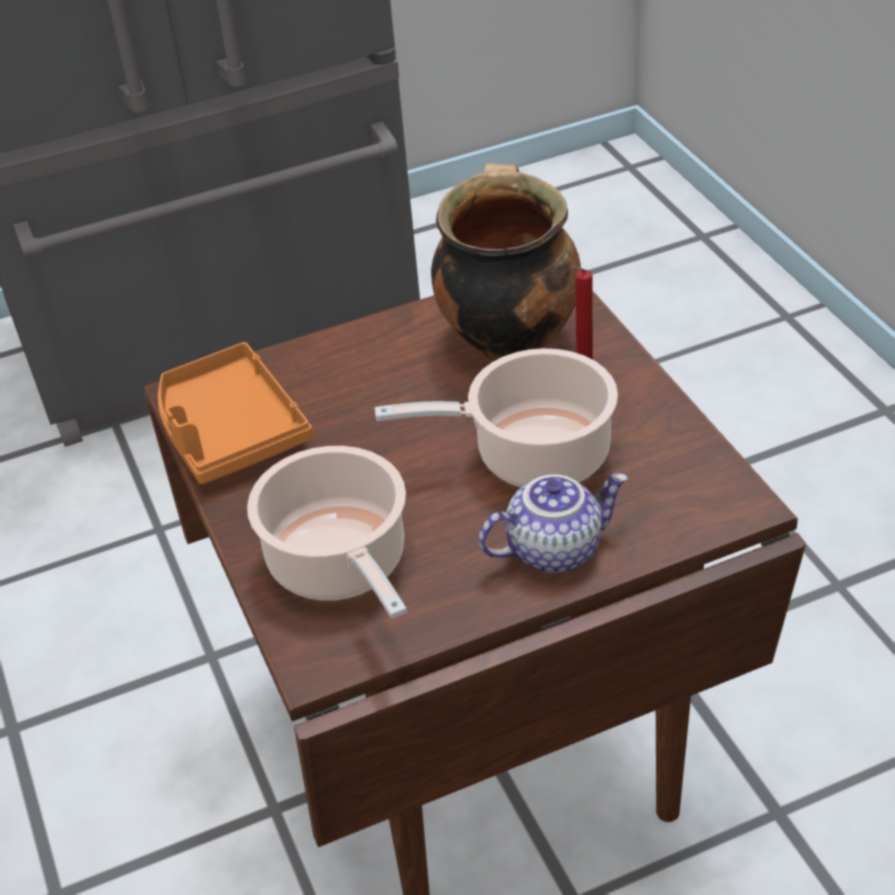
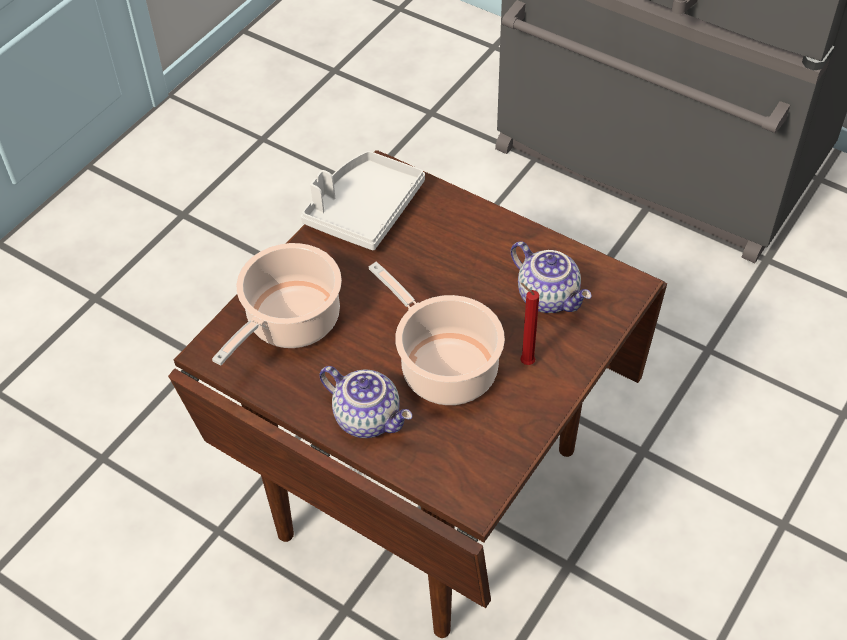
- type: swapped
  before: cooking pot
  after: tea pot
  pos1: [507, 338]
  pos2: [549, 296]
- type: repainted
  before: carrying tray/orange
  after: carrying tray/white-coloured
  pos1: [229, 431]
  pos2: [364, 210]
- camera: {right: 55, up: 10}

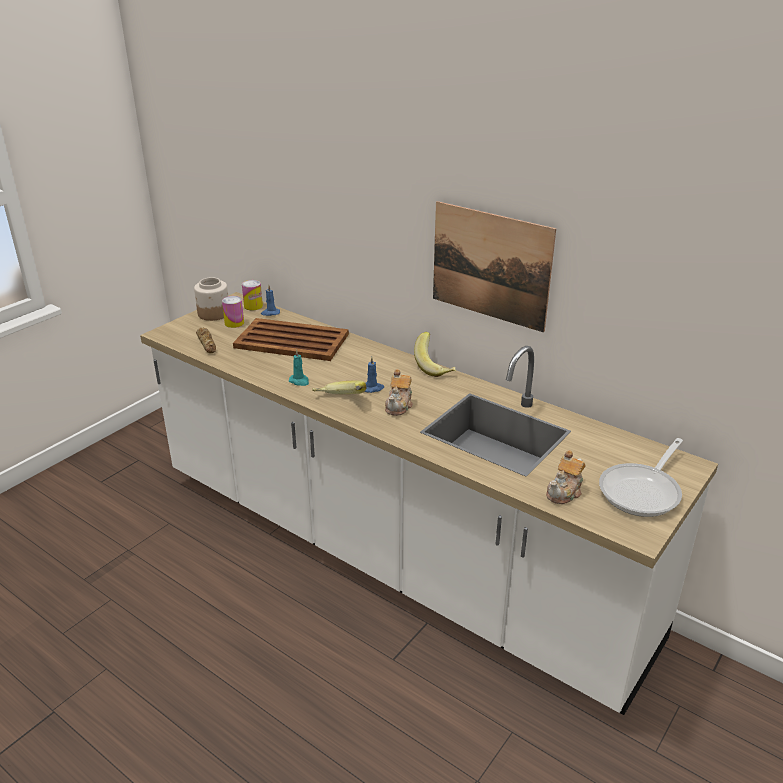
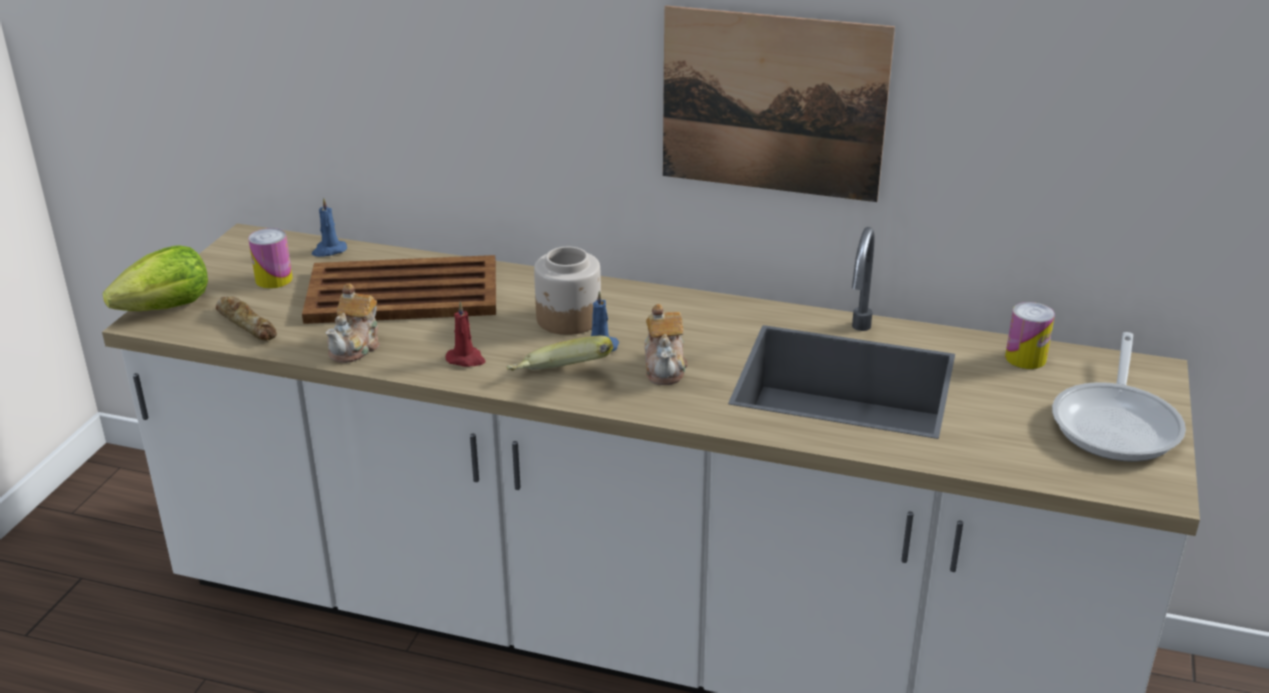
- type: shifted
  before: preserve jar
  pos1: [213, 314]
  pos2: [568, 319]
- type: shifted
  before: sealed can
  pos1: [253, 306]
  pos2: [1025, 358]
- type: gone
  before: whole banana
  pos1: [435, 367]
- type: repainted
  before: wax light/turquoise-coloured
  after: wax light/red-coloured
  pos1: [299, 381]
  pos2: [466, 359]
- type: shifted
  before: tea pot
  pos1: [565, 492]
  pos2: [356, 347]
- type: new
  after: head of lettuce
  pos2: [167, 308]
- camera: {right: -20, up: 0}

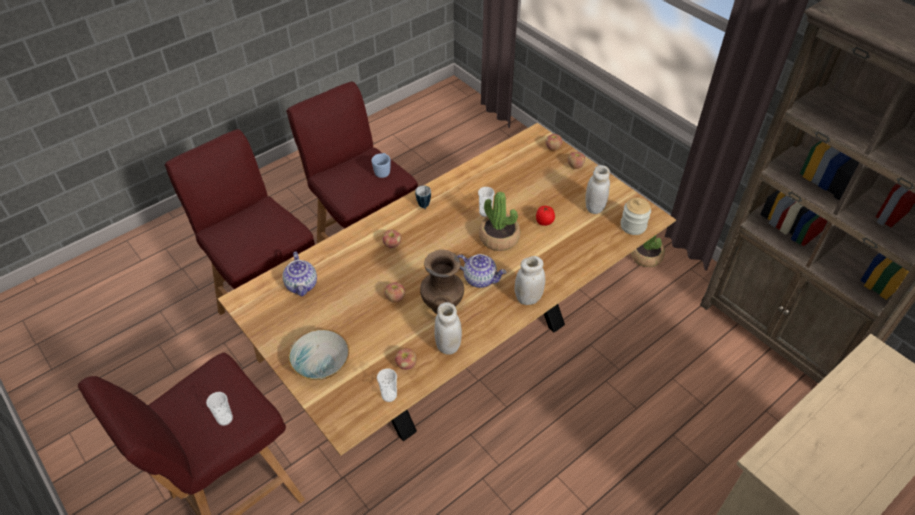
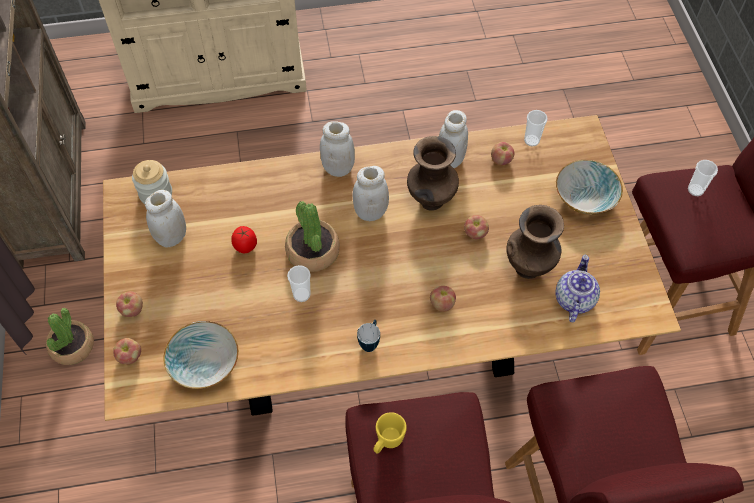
- type: repainted
  before: mug/blue-coloured
  after: mug/yellowish
  pos1: [383, 171]
  pos2: [387, 441]
- type: swapped
  before: tea pot
  after: preserve jar/white-coloured
  pos1: [480, 279]
  pos2: [370, 212]
- type: new
  after: decorative vase/brownish
  pos2: [529, 267]
- type: new
  after: serving bowl
  pos2: [205, 363]
- camera: {right: -150, up: 10}

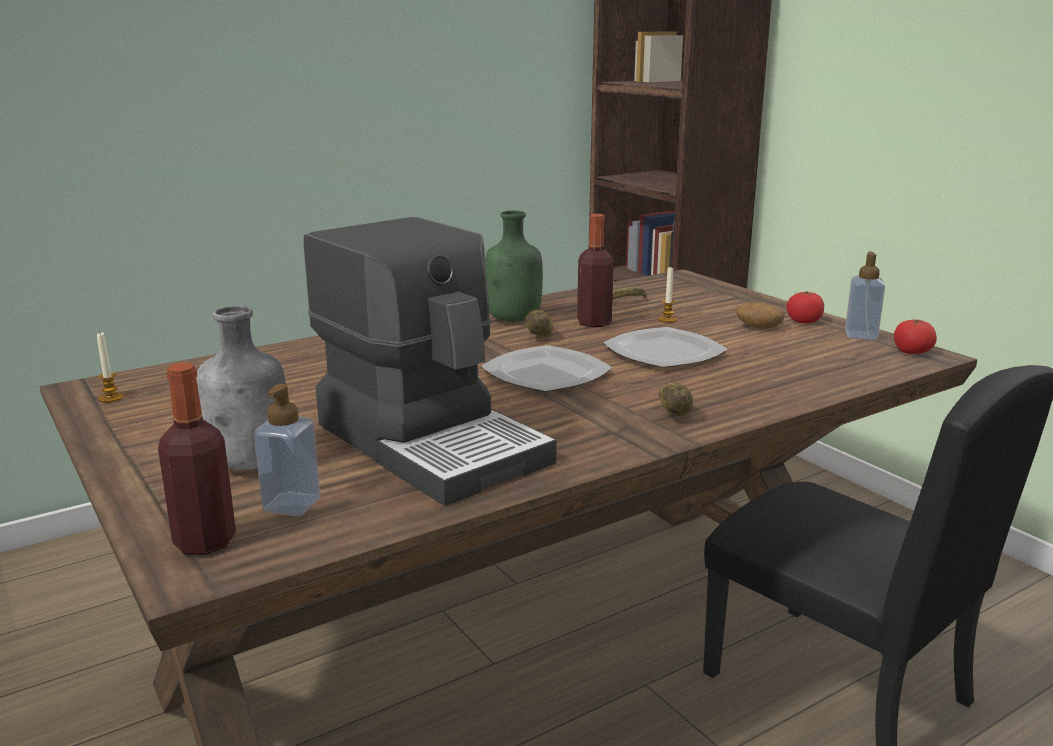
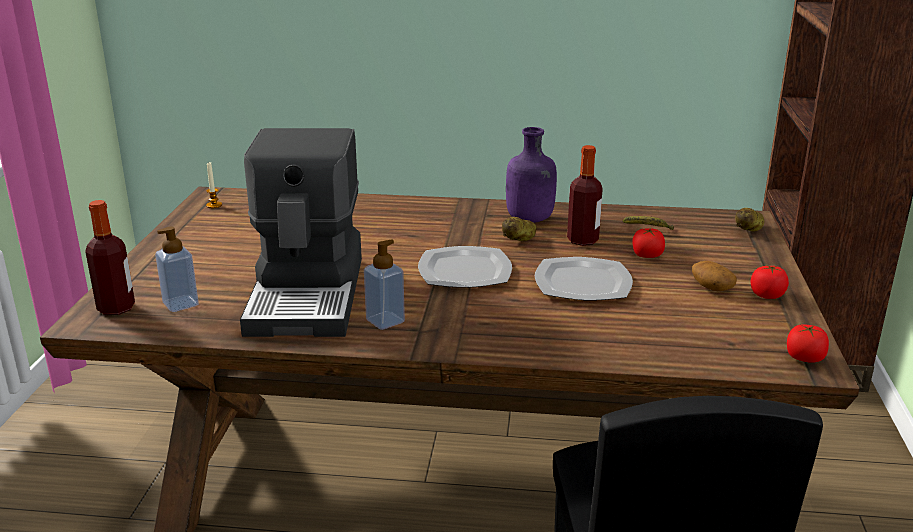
- type: repainted
  before: bottle/greenish
  after: bottle/purplish
  pos1: [514, 319]
  pos2: [530, 220]
- type: shifted
  before: soap bottle
  pos1: [861, 335]
  pos2: [385, 321]
- type: swapped
  before: wax light
  after: tomato
  pos1: [667, 320]
  pos2: [647, 255]
- type: gone
  before: bottle/greyish
  pos1: [251, 463]
- type: shifted
  before: potato
  pos1: [675, 414]
  pos2: [749, 230]
- camera: {right: 40, up: 5}

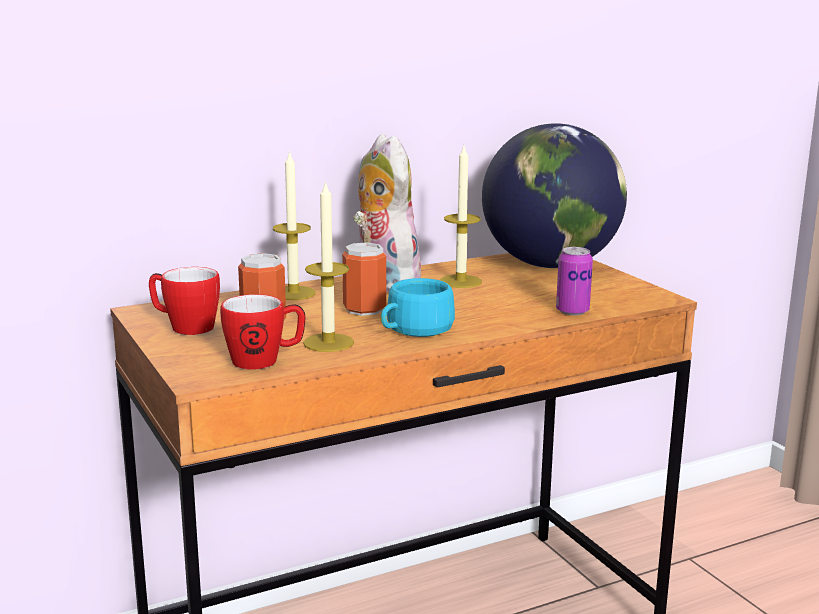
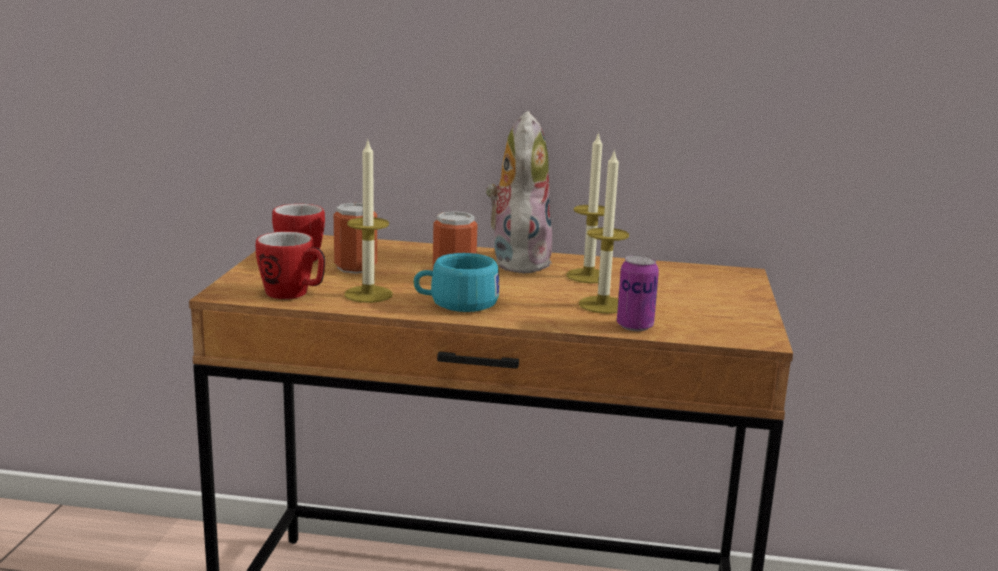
- type: gone
  before: globe
  pos1: [551, 265]
- type: shifted
  before: wax light
  pos1: [293, 293]
  pos2: [602, 305]
- camera: {right: 35, up: 0}

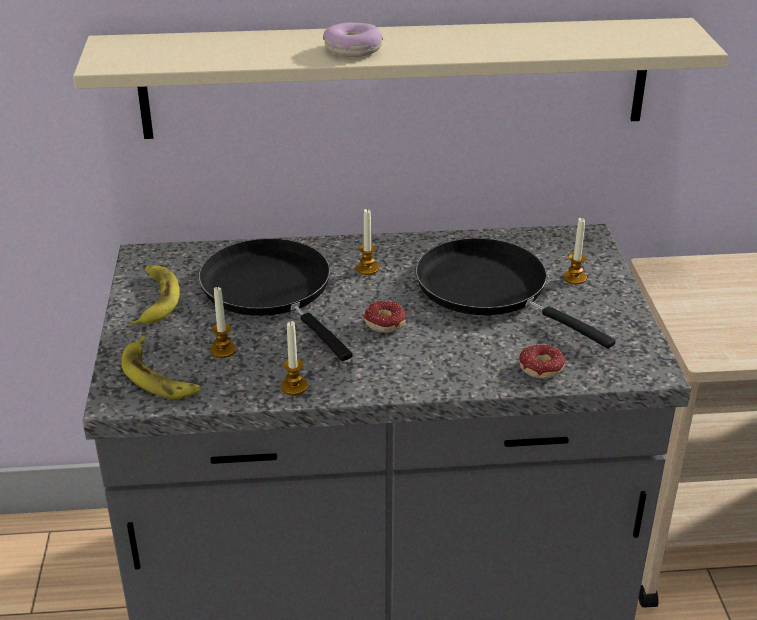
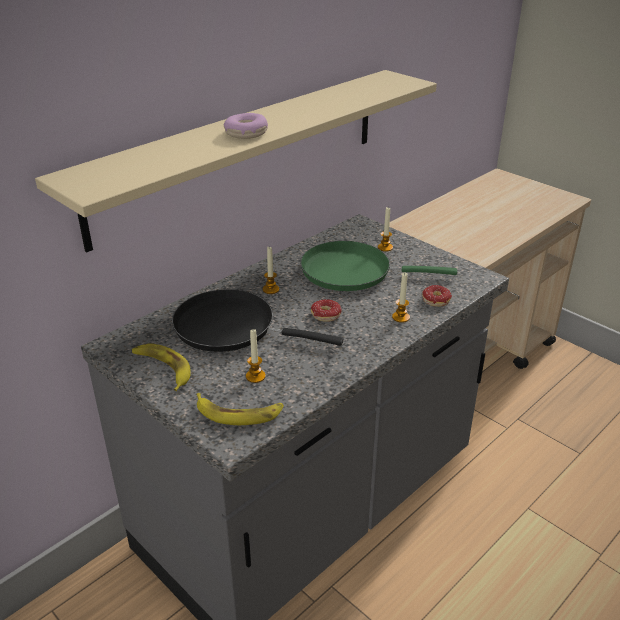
- type: repainted
  before: frying pan/black-coloured
  after: frying pan/greenish
  pos1: [489, 289]
  pos2: [352, 272]
- type: shifted
  before: wax light
  pos1: [294, 387]
  pos2: [401, 317]
- camera: {right: -40, up: 0}

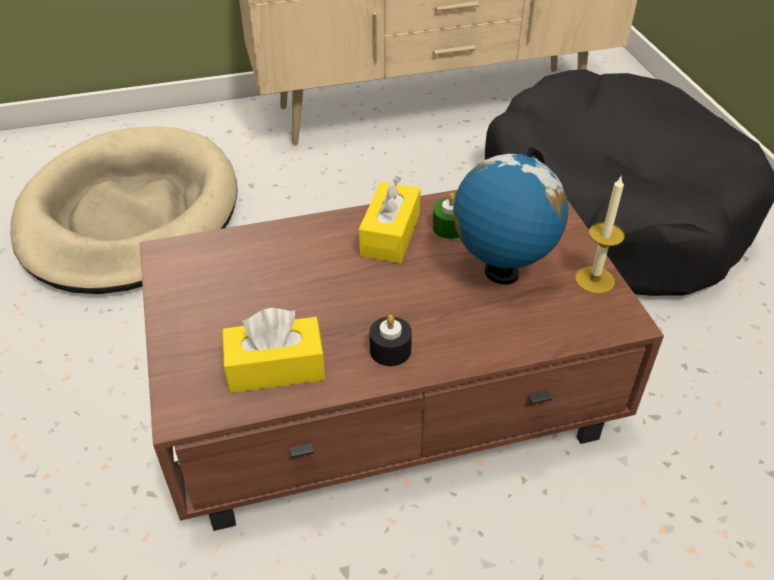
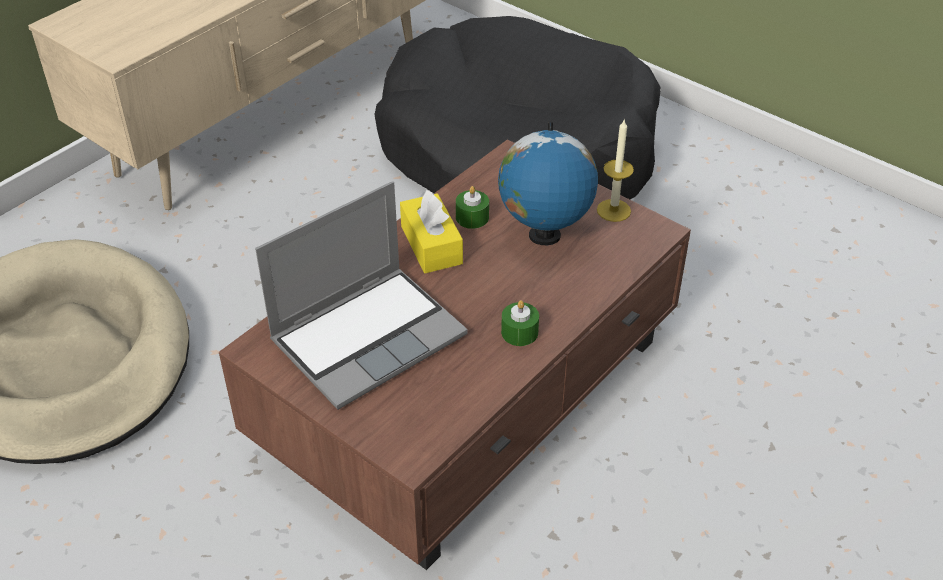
- type: gone
  before: tissue box/yellowish
  pos1: [275, 368]
- type: repainted
  before: wax light/black-coloured
  after: wax light/greenish
  pos1: [390, 350]
  pos2: [519, 332]
- type: new
  after: laptop
  pos2: [369, 336]
- camera: {right: -35, up: 0}

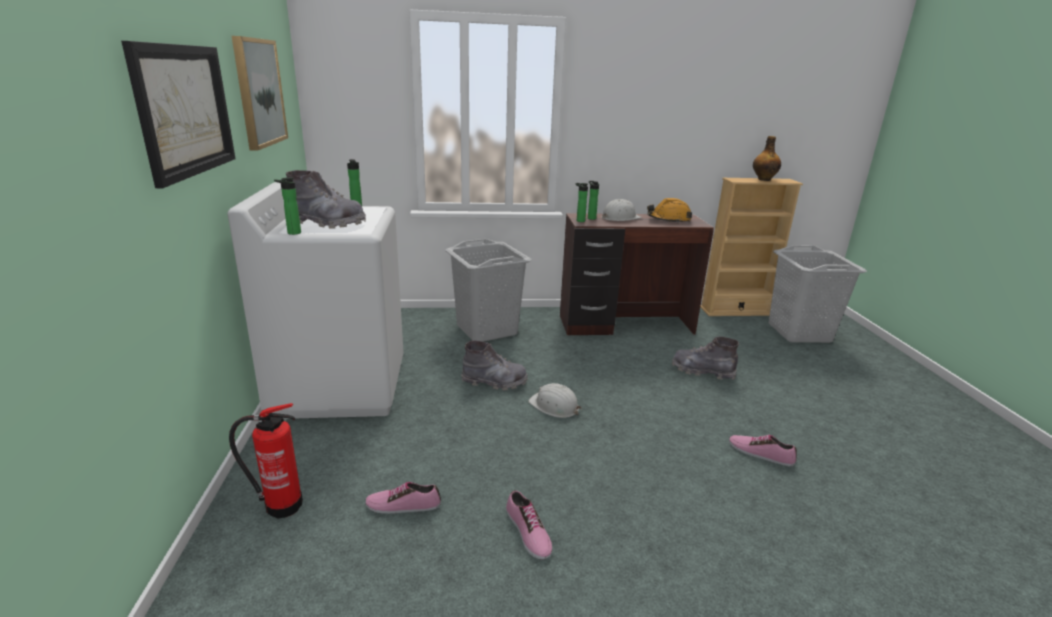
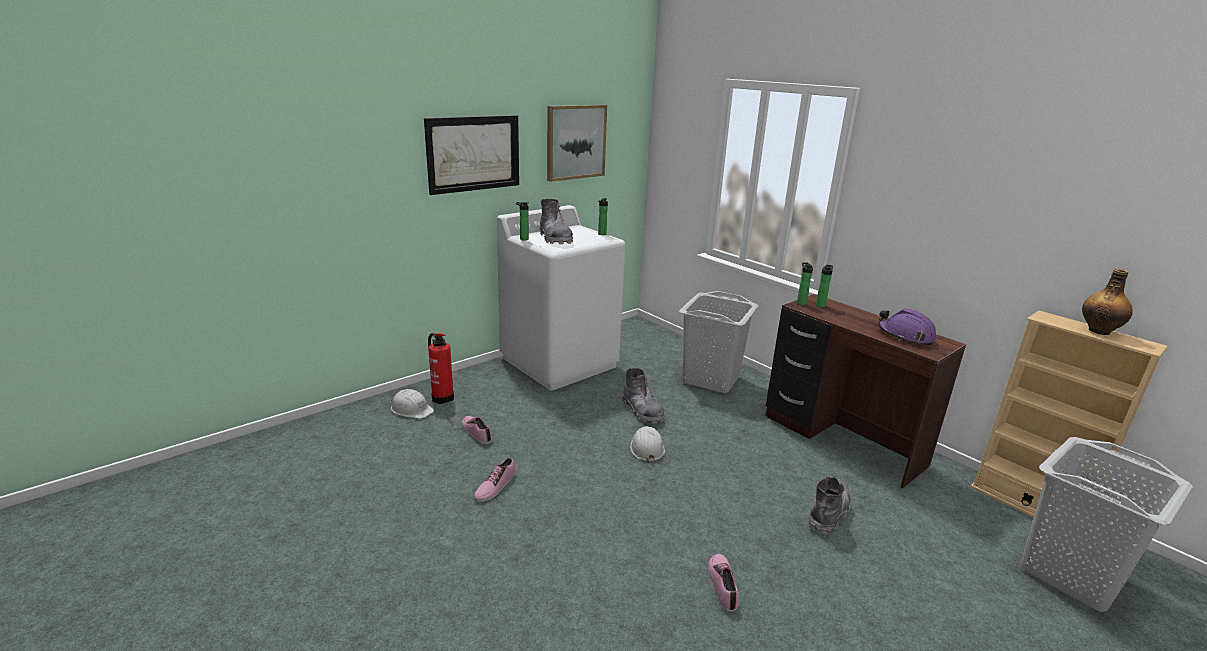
- type: repainted
  before: work helmet/orange
  after: work helmet/purplish
  pos1: [669, 220]
  pos2: [905, 336]
- type: shifted
  before: work helmet/white-coloured
  pos1: [620, 218]
  pos2: [411, 409]
- type: rotated
  before: high-top boot/greyish
  pos1: [702, 371]
  pos2: [827, 512]
  turn: 45
- camera: {right: 55, up: 0}

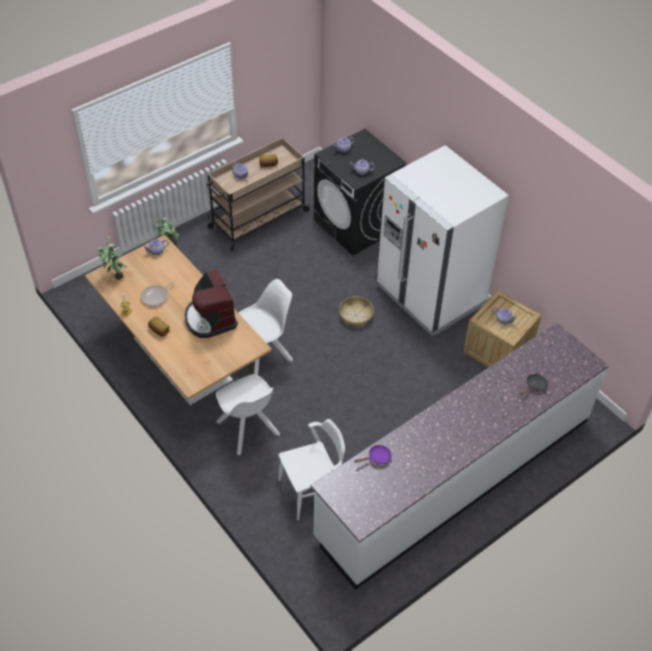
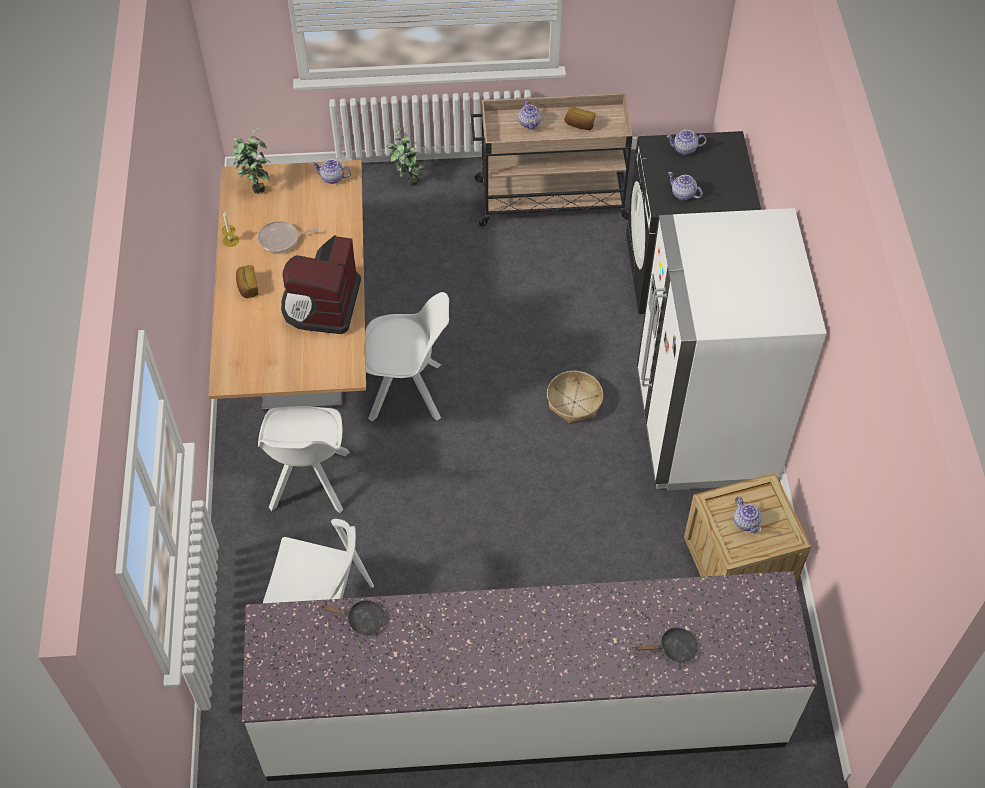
- type: repainted
  before: frying pan/purplish
  after: frying pan/black-coloured
  pos1: [377, 458]
  pos2: [361, 620]
- camera: {right: 35, up: 5}

